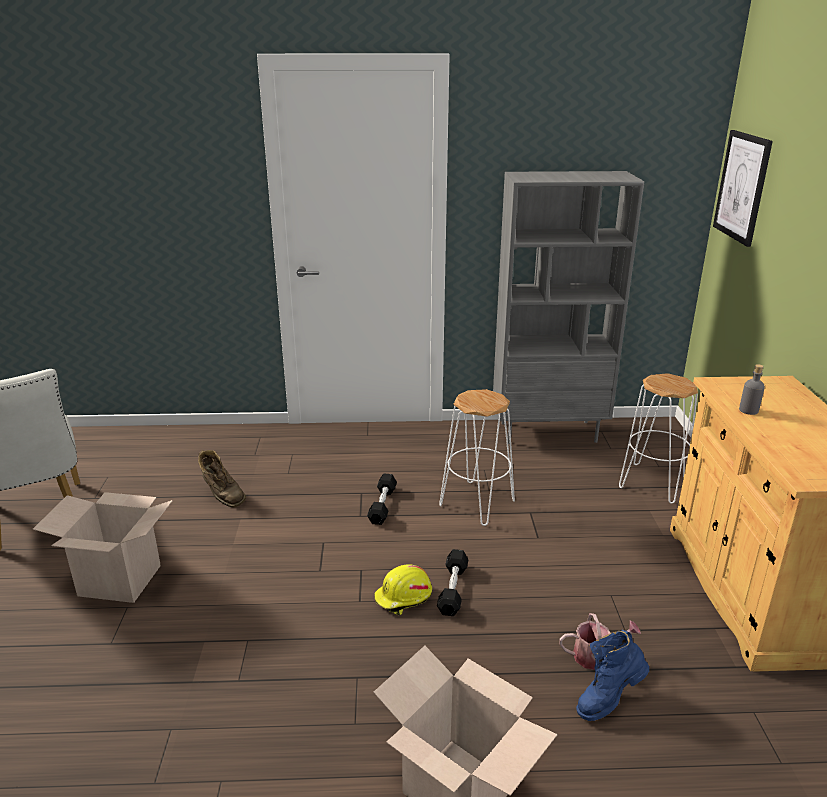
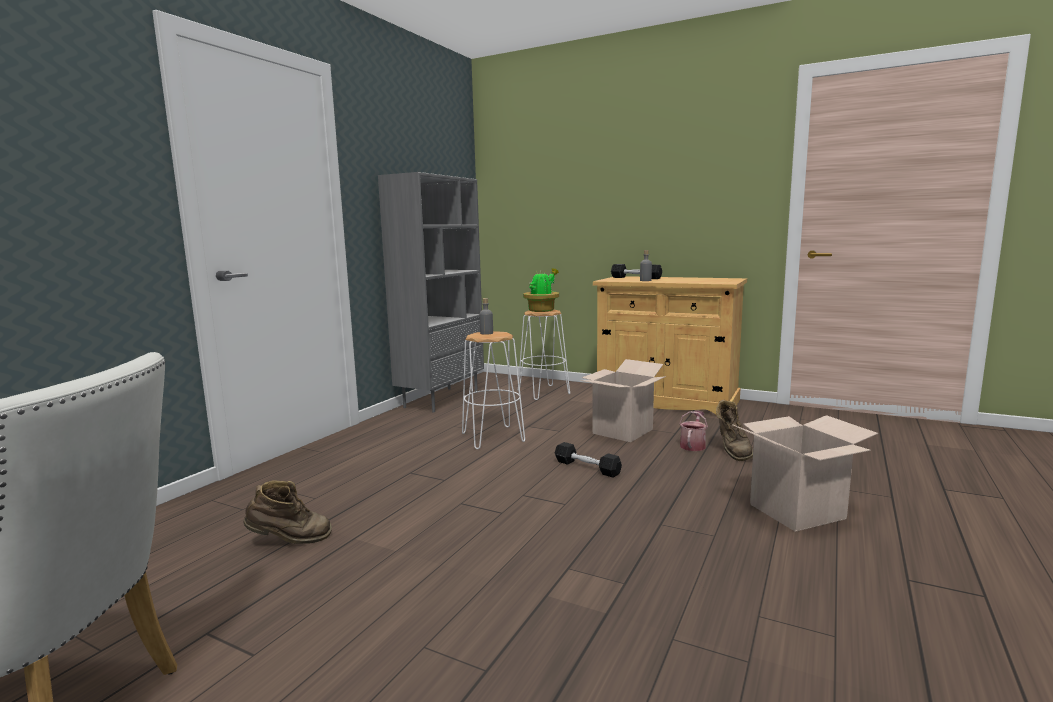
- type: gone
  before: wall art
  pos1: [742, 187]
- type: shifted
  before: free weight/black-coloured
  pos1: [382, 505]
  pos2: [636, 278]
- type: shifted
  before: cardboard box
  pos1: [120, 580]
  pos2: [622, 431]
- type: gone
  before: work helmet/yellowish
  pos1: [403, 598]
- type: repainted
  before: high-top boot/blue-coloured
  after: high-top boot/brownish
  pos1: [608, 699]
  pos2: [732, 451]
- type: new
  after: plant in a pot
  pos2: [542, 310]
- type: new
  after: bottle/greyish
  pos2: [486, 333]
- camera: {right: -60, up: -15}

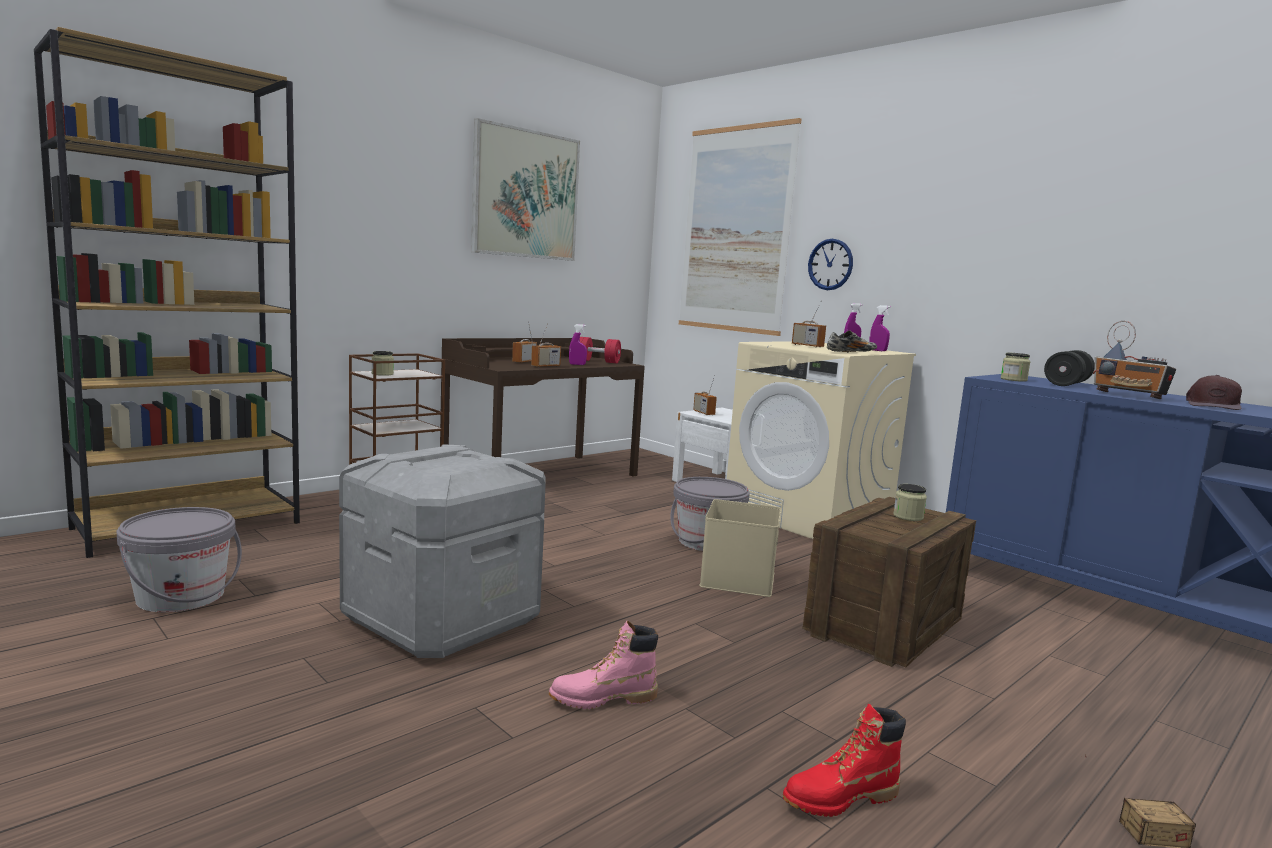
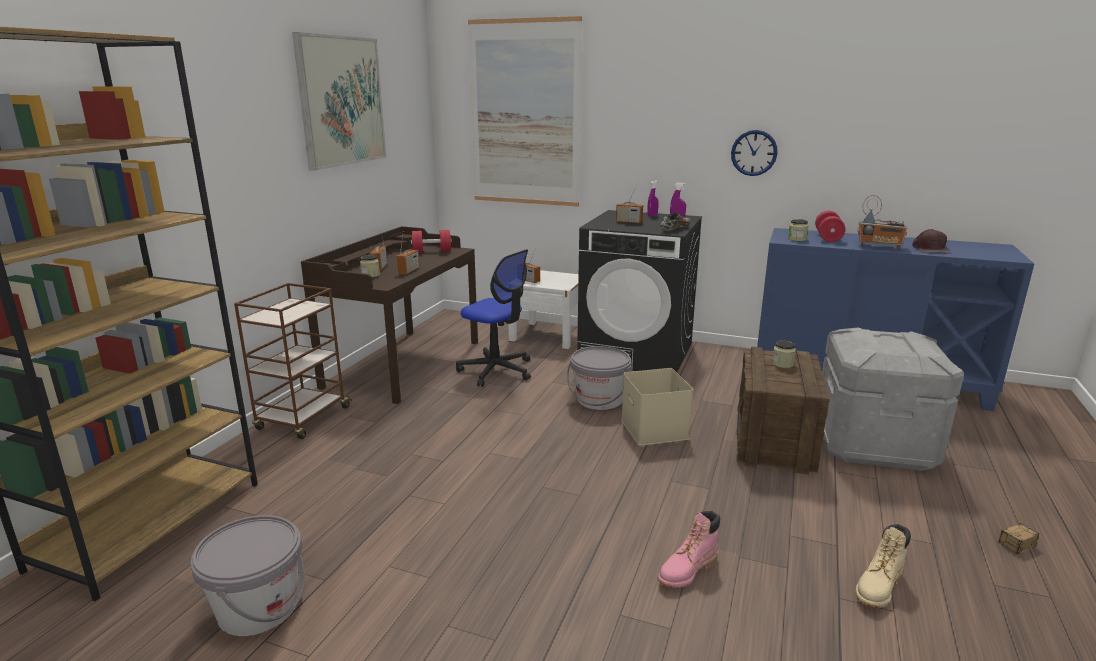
- type: shifted
  before: hanging clock
  pos1: [830, 264]
  pos2: [754, 153]
- type: gone
  before: sprayer/purplish
  pos1: [577, 364]
- type: repainted
  before: washing machine/beige
  after: washing machine/black-coloured
  pos1: [808, 517]
  pos2: [637, 352]
- type: repainted
  before: free weight/black-coloured
  after: free weight/red-coloured
  pos1: [1067, 384]
  pos2: [828, 237]
- type: shifted
  before: preserve jar
  pos1: [382, 374]
  pos2: [370, 275]
- type: shifted
  before: storage box/greyish
  pos1: [443, 619]
  pos2: [872, 443]
- type: repainted
  before: high-top boot/red-coloured
  after: high-top boot/beige
  pos1: [840, 799]
  pos2: [878, 588]
- type: new
  after: computer chair
  pos2: [496, 370]
- camera: {right: -25, up: 10}

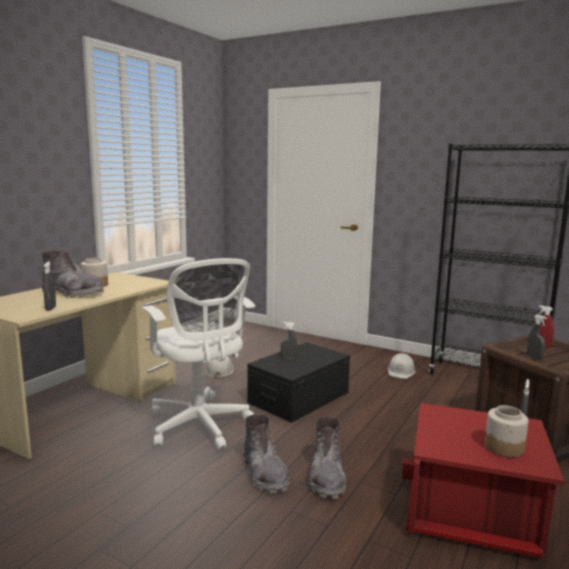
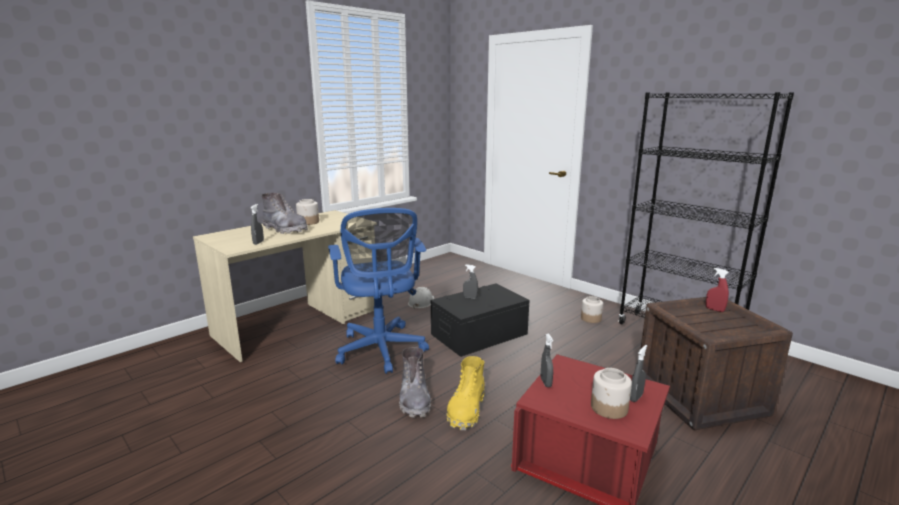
- type: repainted
  before: computer chair/white-coloured
  after: computer chair/blue-coloured
  pos1: [200, 426]
  pos2: [381, 351]
- type: shifted
  before: sprayer/greyish
  pos1: [534, 358]
  pos2: [546, 382]
- type: swapped
  before: work helmet/white-coloured
  after: preserve jar
  pos1: [401, 371]
  pos2: [591, 318]
- type: repainted
  before: high-top boot/greyish
  after: high-top boot/yellowish
  pos1: [326, 477]
  pos2: [466, 410]
- camera: {right: 15, up: 5}

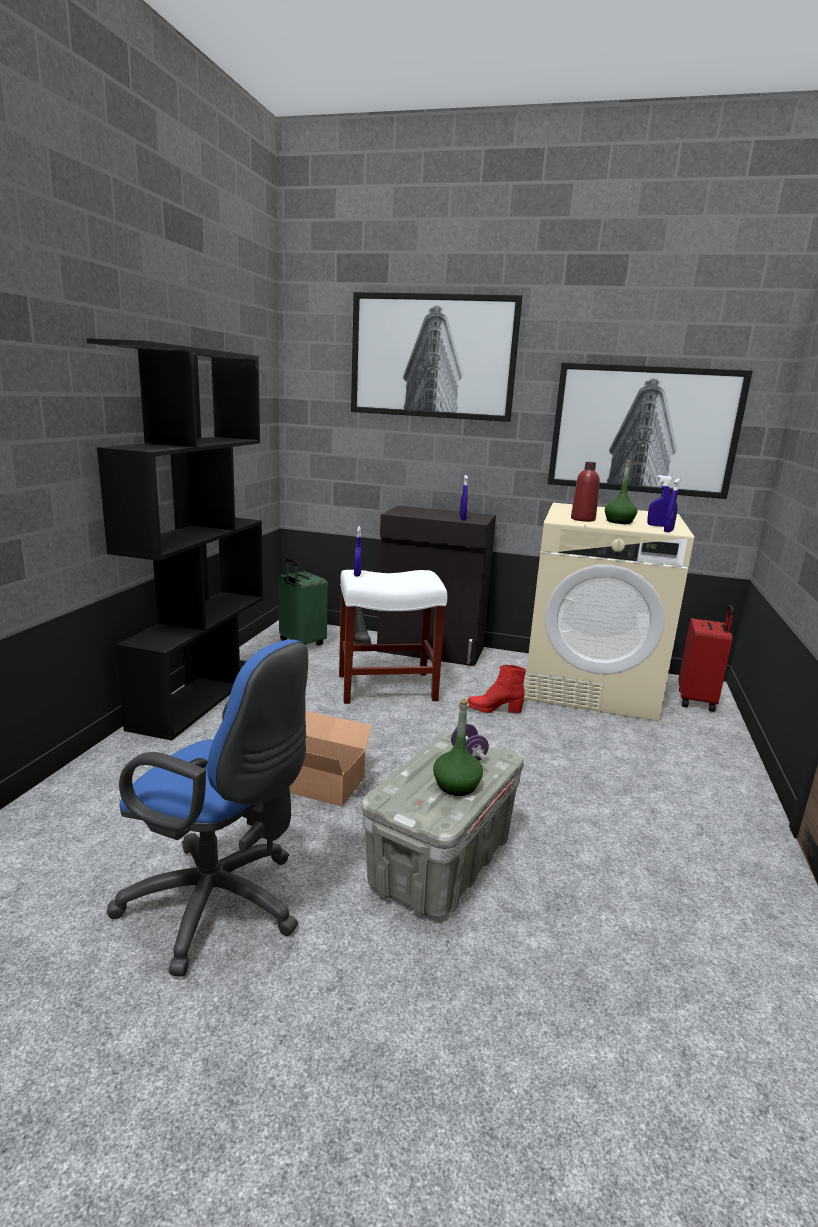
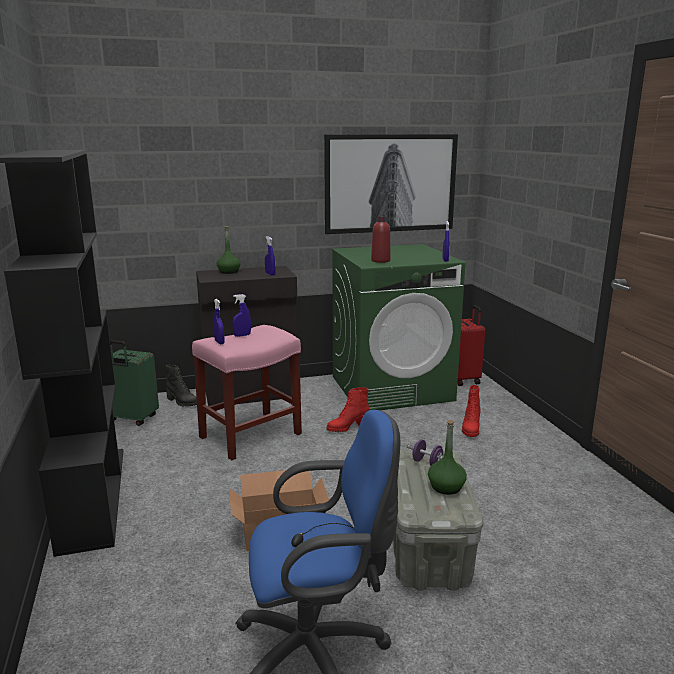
- type: gone
  before: wall art
  pos1: [432, 357]
- type: shifted
  before: bottle/greenish
  pos1: [619, 522]
  pos2: [229, 271]
- type: shifted
  before: sprayer/blue-coloured
  pos1: [657, 525]
  pos2: [242, 335]
- type: repainted
  before: washing machine/beige
  after: washing machine/greenish
  pos1: [591, 686]
  pos2: [392, 388]
- type: repainted
  before: stool/white-coloured
  after: stool/pink-coloured
  pos1: [388, 687]
  pos2: [251, 435]
- type: new
  after: high-top boot/red-coloured
  pos2: [470, 429]
- camera: {right: -30, up: 0}

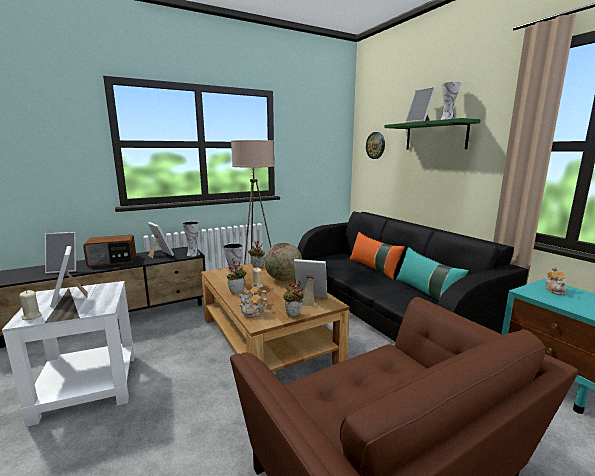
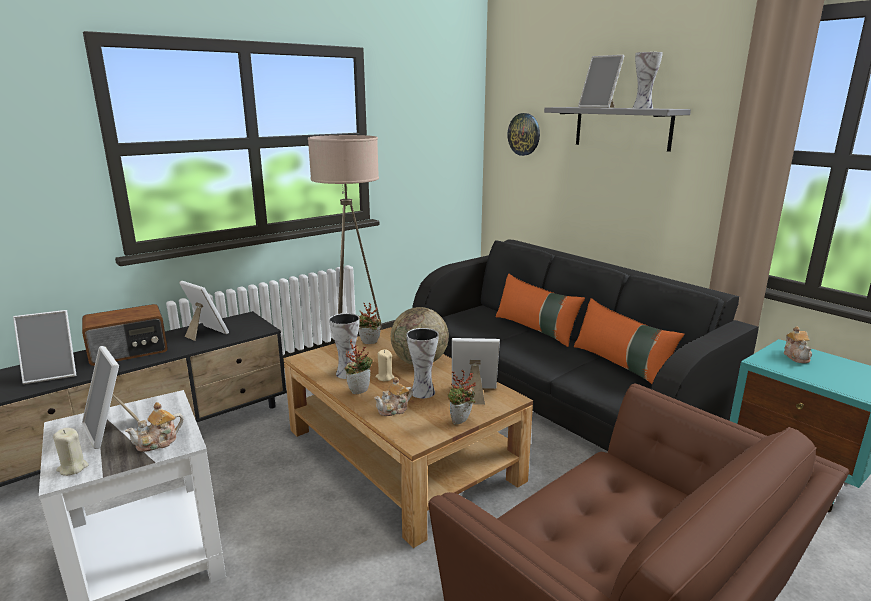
- type: repainted
  before: bracket shelf/greenish
  after: bracket shelf/greyish
  pos1: [435, 136]
  pos2: [622, 128]
- type: shifted
  before: decorative vase
  pos1: [193, 254]
  pos2: [422, 391]
- type: repainted
  before: throw pillow/turquoise-coloured
  after: throw pillow/orange
  pos1: [426, 293]
  pos2: [621, 365]
- type: shifted
  before: tea pot
  pos1: [254, 314]
  pos2: [158, 442]
- camera: {right: -10, up: 5}

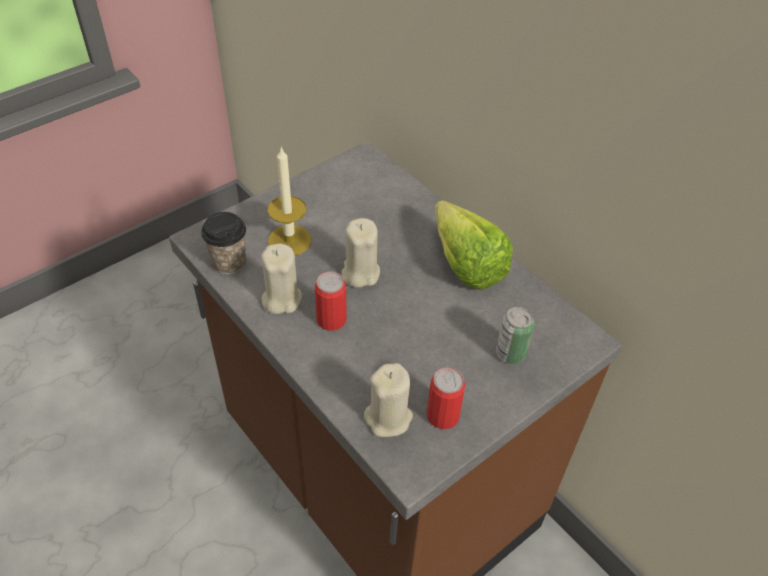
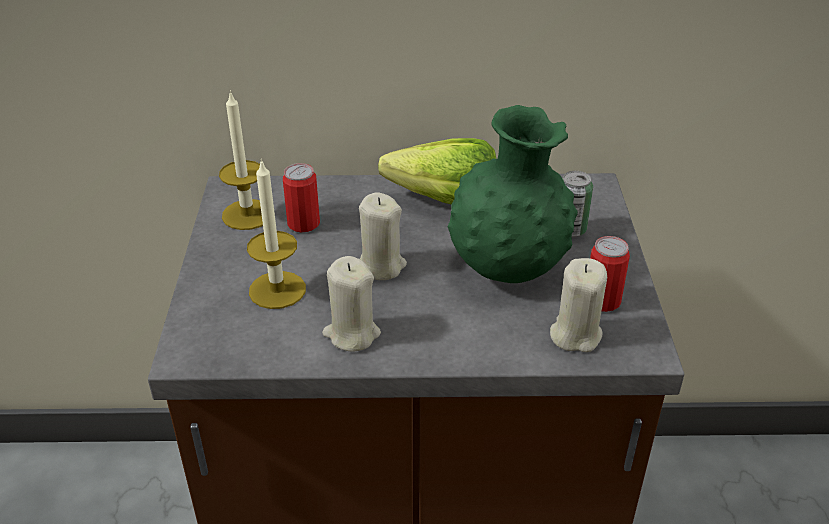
- type: gone
  before: drinking cup
  pos1: [229, 263]
- type: shifted
  before: sealed can
  pos1: [331, 320]
  pos2: [303, 223]
- type: new
  after: wax light
  pos2: [247, 214]
- type: new
  after: decorative vase/greenish
  pos2: [508, 268]
- camera: {right: -50, up: -10}

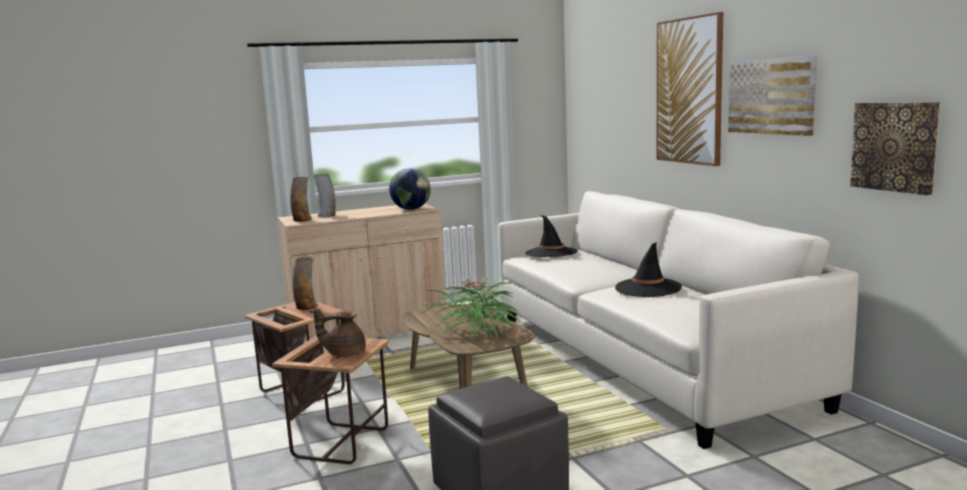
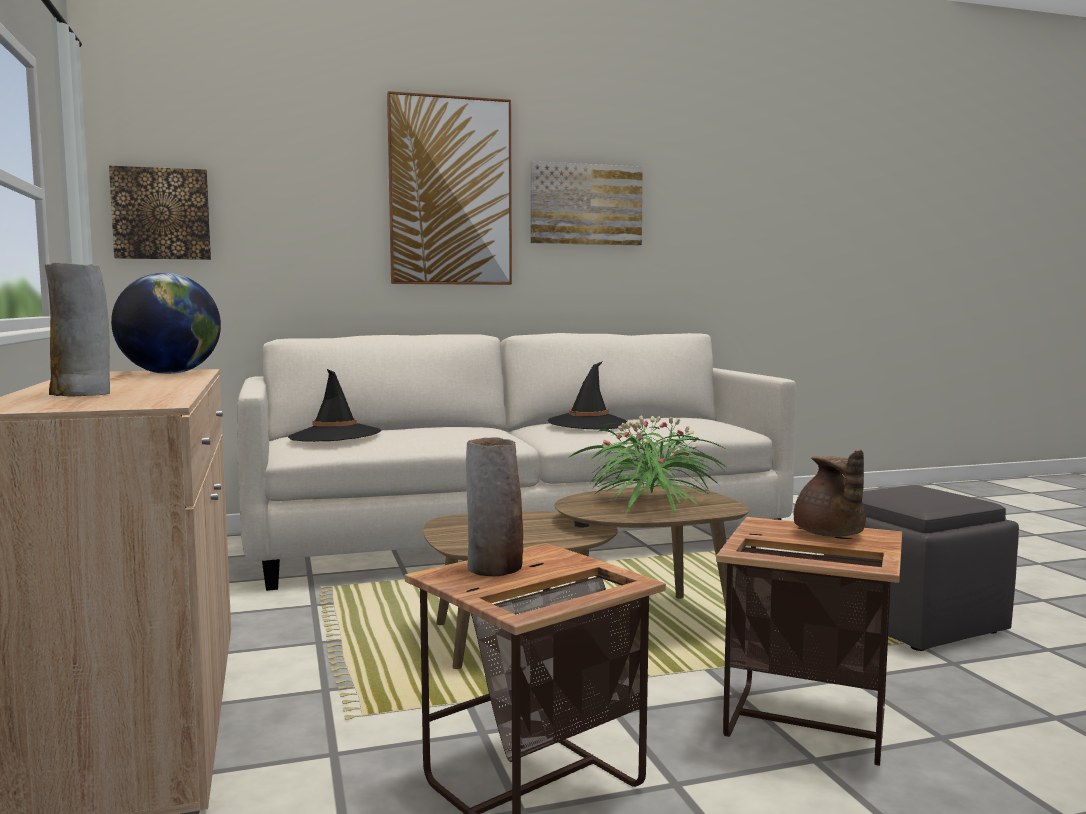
- type: shifted
  before: wall art
  pos1: [895, 146]
  pos2: [161, 214]
- type: gone
  before: decorative vase
  pos1: [302, 220]
- camera: {right: -85, up: -5}

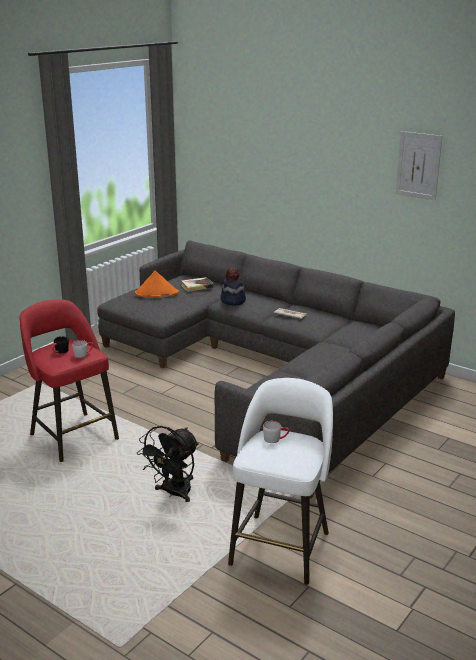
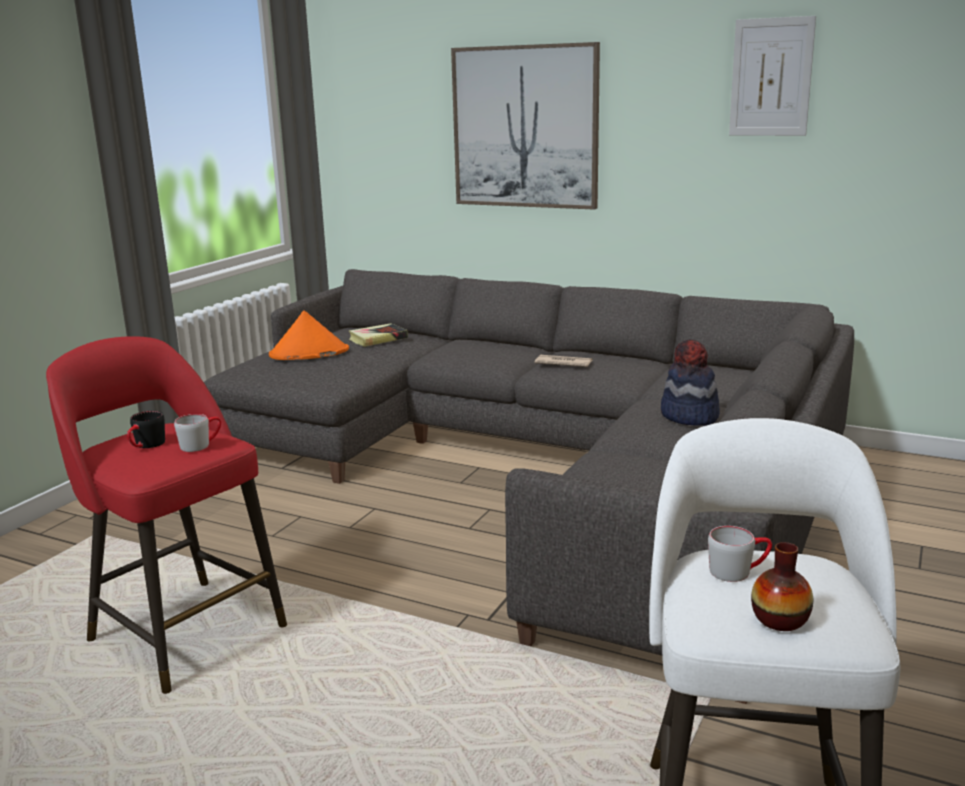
- type: shifted
  before: wearable hat
  pos1: [232, 301]
  pos2: [689, 416]
- type: gone
  before: fan/black-coloured
  pos1: [174, 494]
- type: new
  after: wall art
  pos2: [525, 127]
- type: new
  after: decorative vase
  pos2: [780, 620]
- camera: {right: -10, up: -5}

